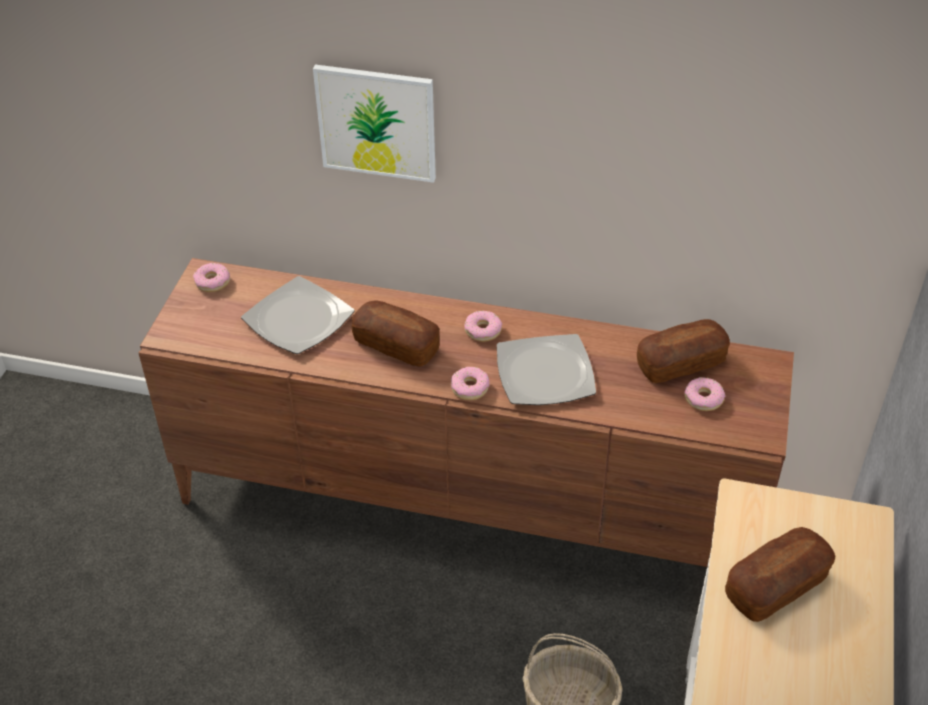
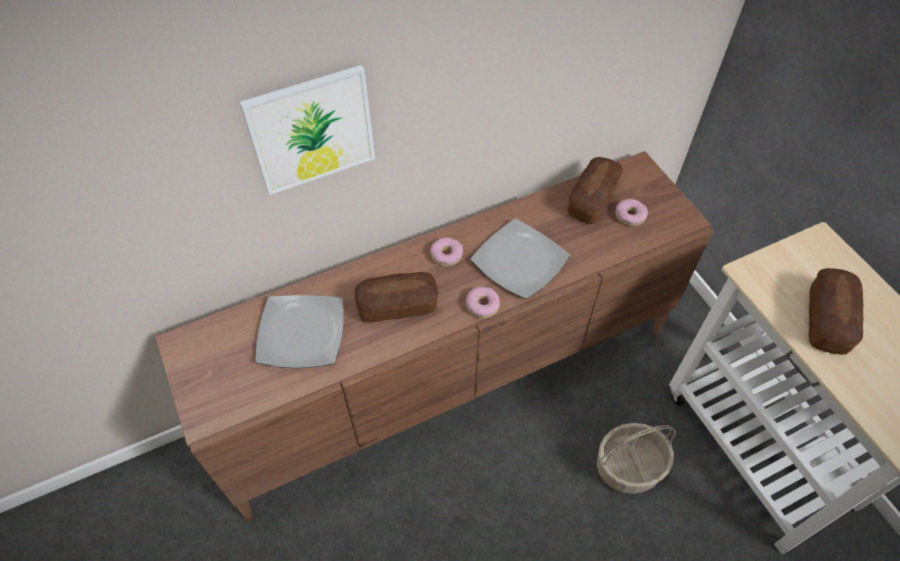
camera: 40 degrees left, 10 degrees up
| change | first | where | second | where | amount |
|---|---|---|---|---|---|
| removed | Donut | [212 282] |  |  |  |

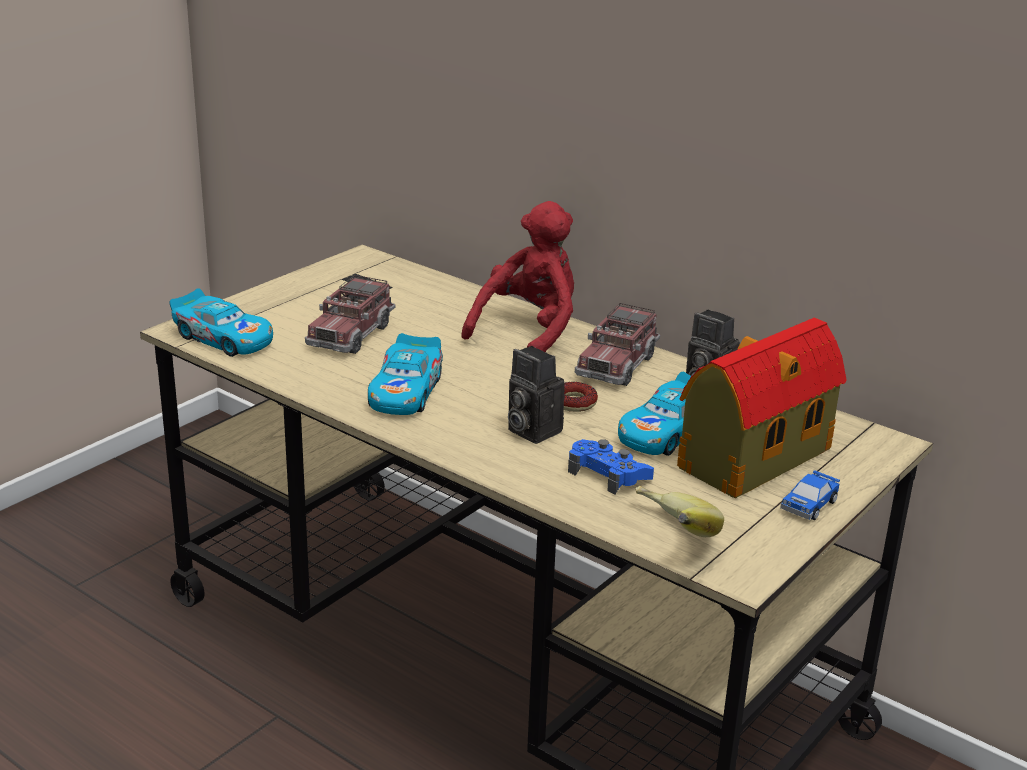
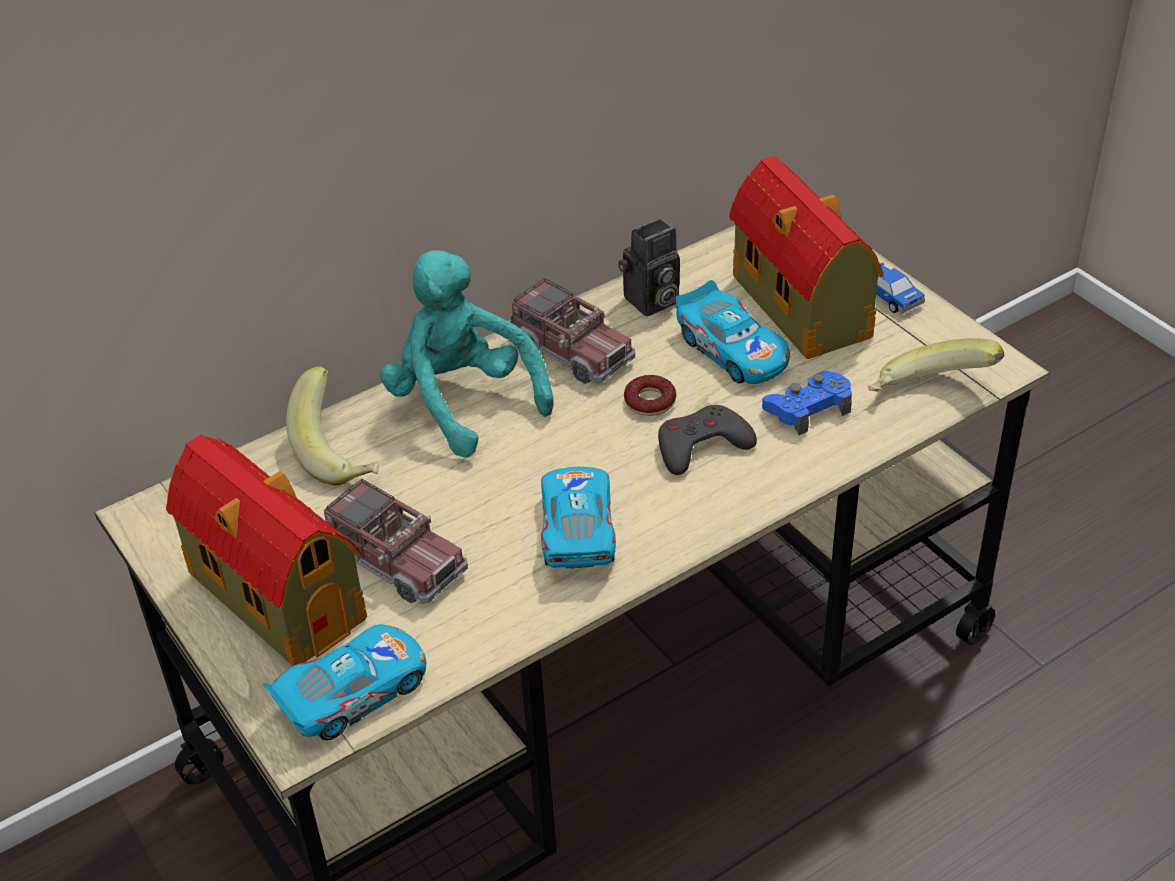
camera: 70 degrees left, 15 degrees up
| change | first | where | second | where | amount |
|---|---|---|---|---|---|
| turned | Spielzeugauto | [406 392] |  | [577 531] | 120 degrees counterclockwise |
| recoloured | Plüschtier (rot) | [529 333] | Plüschtier (türkis) | [463 402] |  |
| replaced | Kamera | [530 430] | Gamepad (grau) | [701 446] |  |
| added |  |  | Spielzeughaus | [274 593] |  |
| added |  |  | Banane | [341 453] |  |

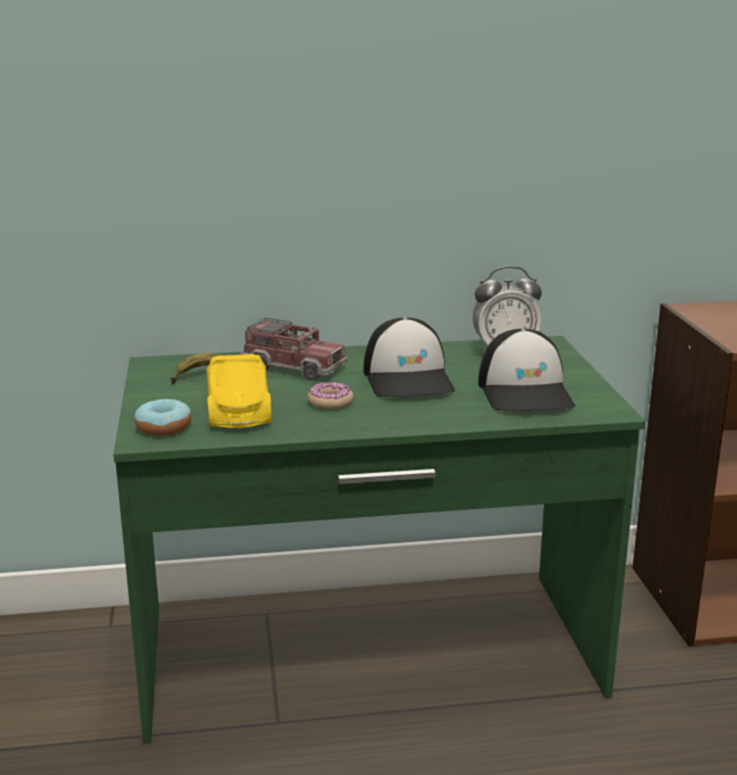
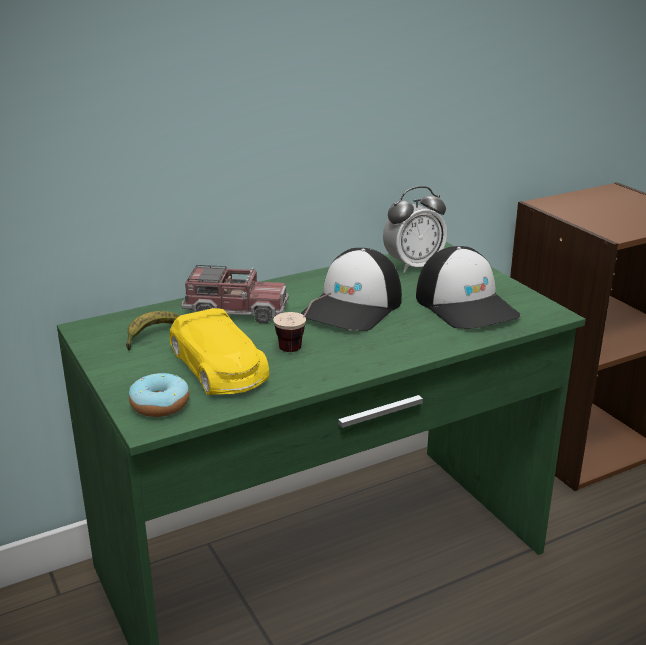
camera: 20 degrees left, 5 degrees up
| change | first | where | second | where | amount |
|---|---|---|---|---|---|
| replaced | Donut | [330 402] | Tasse | [303 345] |  |
| turned | Kappe | [409 379] |  | [354 307] | 60 degrees clockwise |

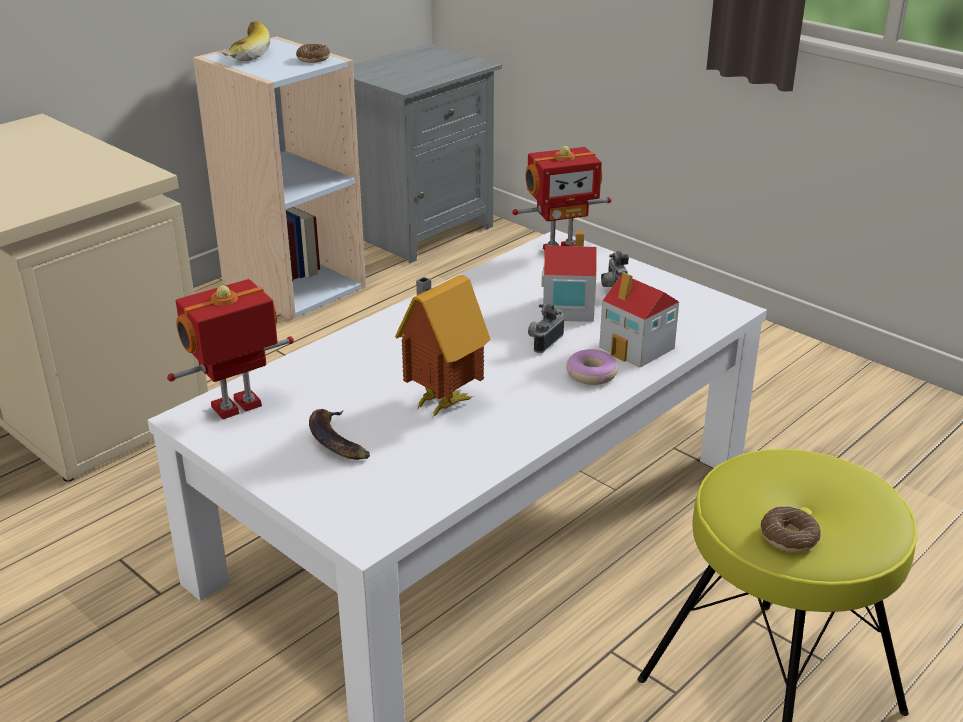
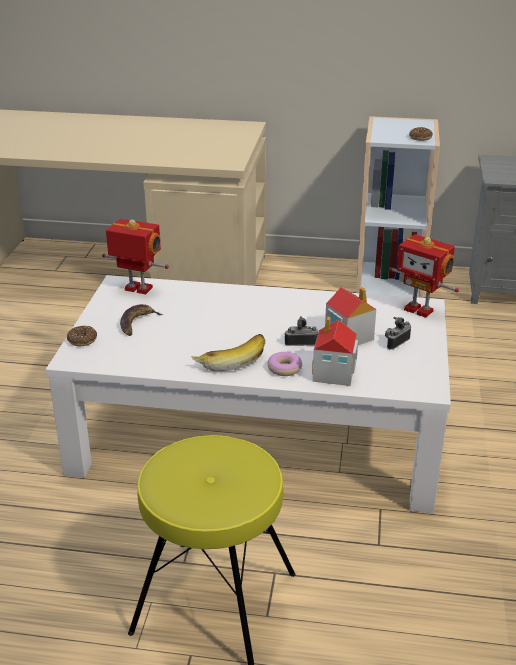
camera: 55 degrees right, 0 degrees up
| change | first | where | second | where | amount |
|---|---|---|---|---|---|
| moved | Banane | [244 54] |  | [230 360] |  |
| removed | Spielzeughaus | [440 402] |  |  |  |
| moved | Donut | [788 537] |  | [82 340] |  |

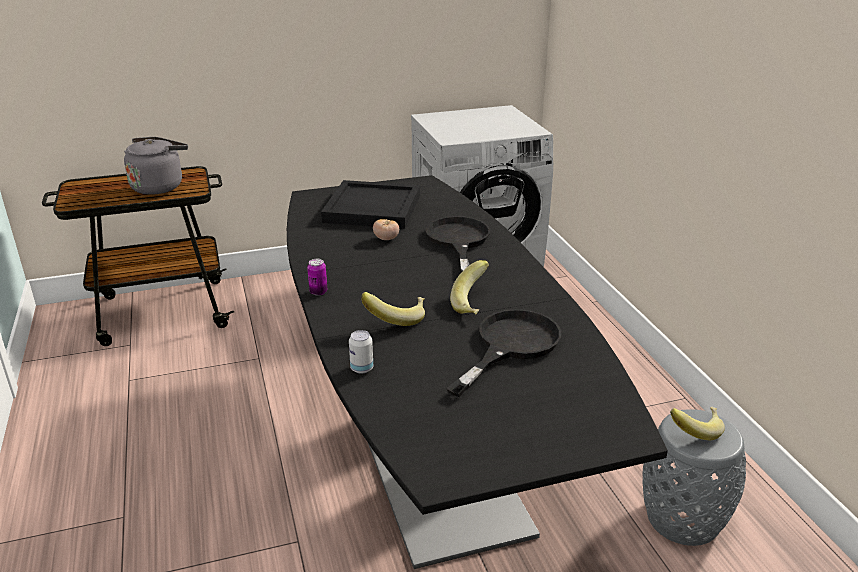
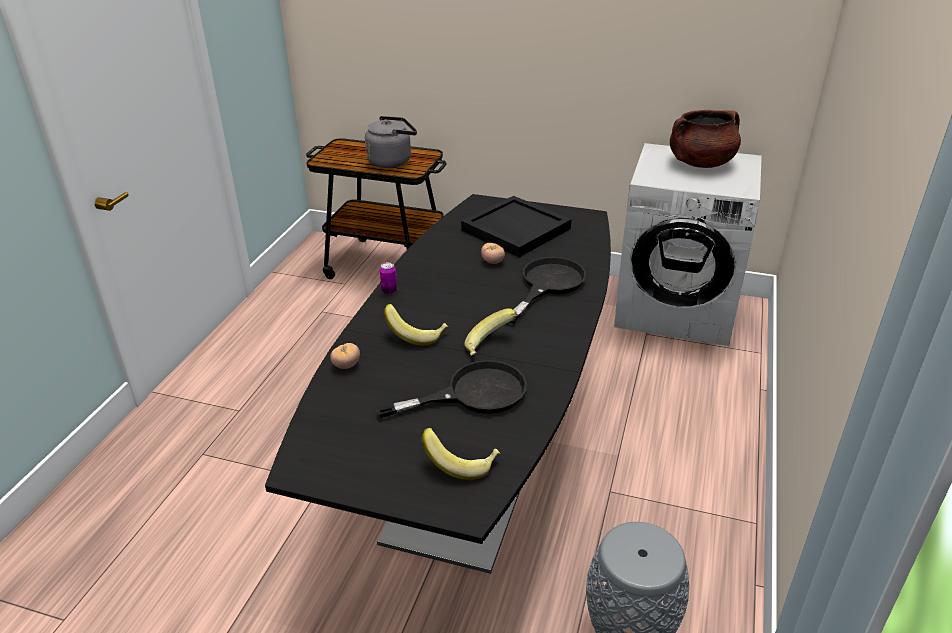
camera: 35 degrees right, 5 degrees up
| change | first | where | second | where | amount |
|---|---|---|---|---|---|
| replaced | Dose | [362 368] | Tomate | [346 365] |  |
| moved | Banane | [694 430] |  | [462 463] |  |
| added |  |  | Kochtopf (braun) | [700 163] |  |

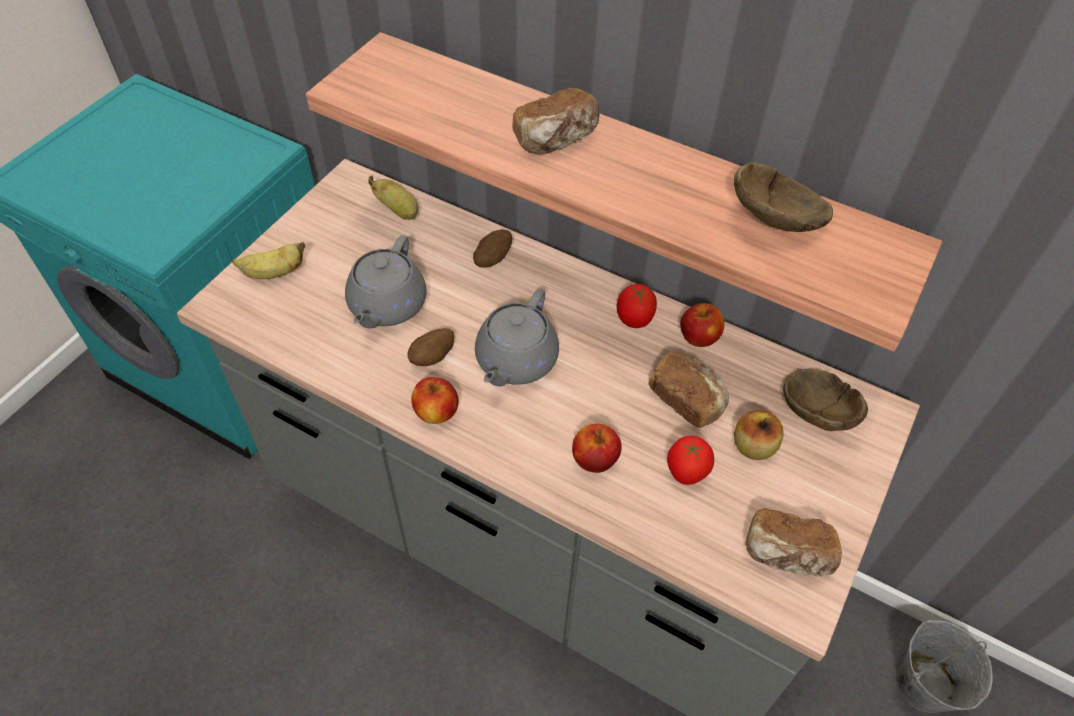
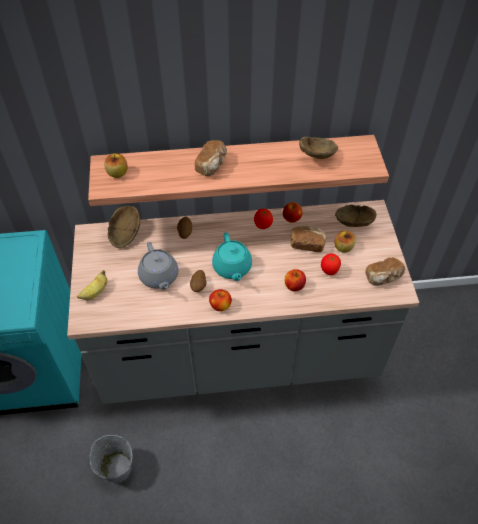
camera: 35 degrees left, 0 degrees up
| change | first | where | second | where | amount |
|---|---|---|---|---|---|
| replaced | Banane | [398 210] | Schüssel (braun) | [124 234] |  |
| recoloured | Teekanne (grau) | [515 361] | Teekanne (türkis) | [232 268] |  |
| moved | Eimer (grau) | [923 684] |  | [116 467] |  |
| added |  |  | Apfel | [117 173] |  |

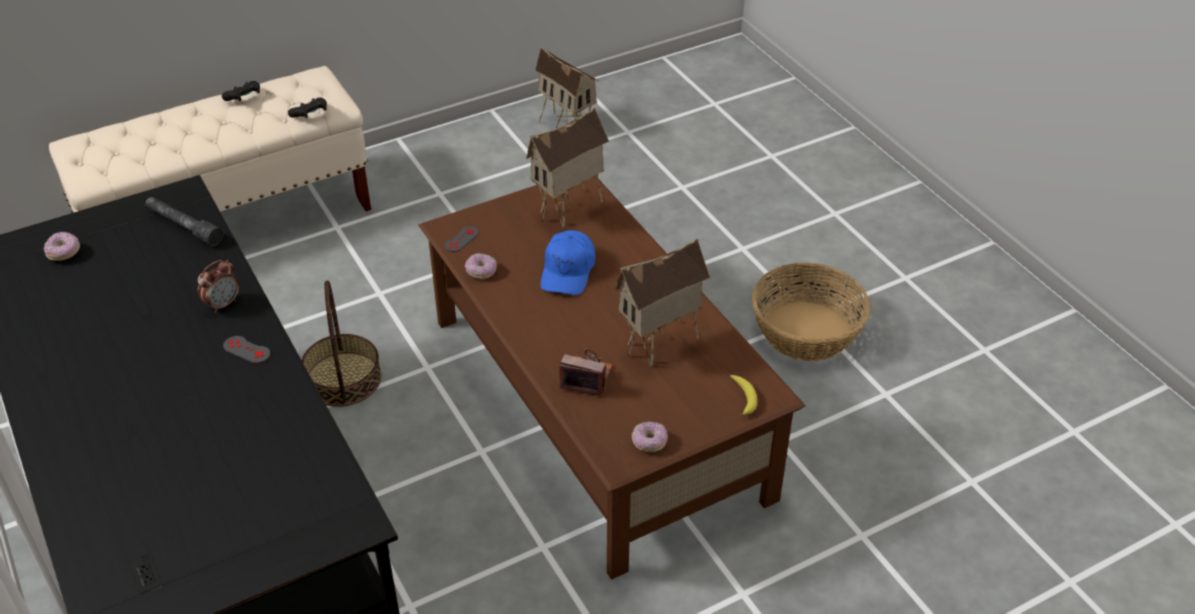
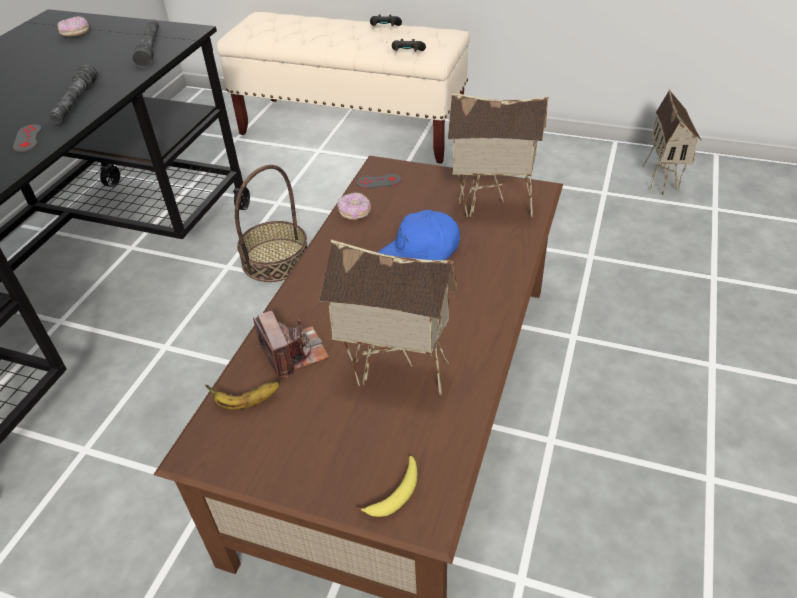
camera: 50 degrees right, 0 degrees up
| change | first | where | second | where | amount |
|---|---|---|---|---|---|
| replaced | Wecker | [223 304] | Taschenlampe (grau) | [75 103] |  |
| removed | Donut | [649 442] |  |  |  |
| removed | Korb | [807 331] |  |  |  |
| added |  |  | Banane | [246 402] |  |

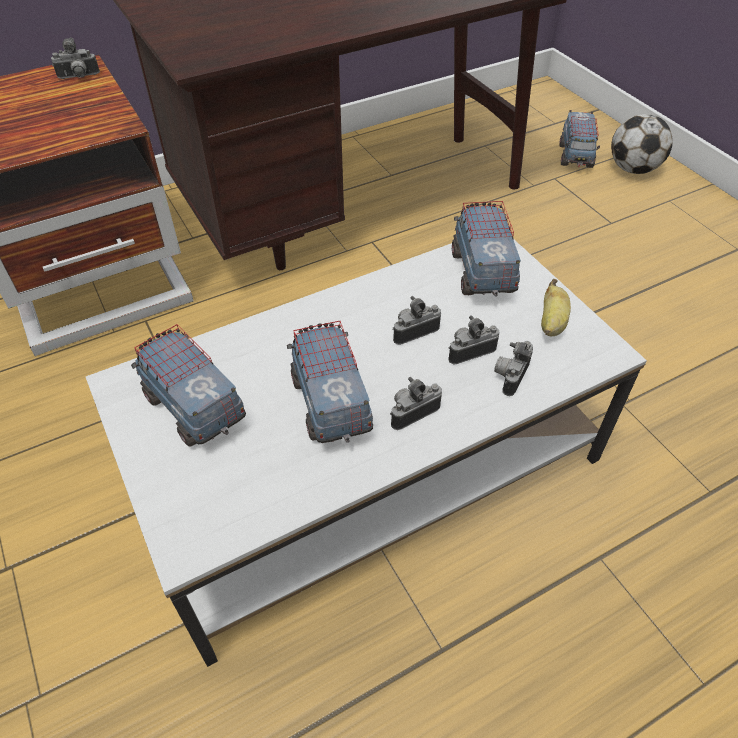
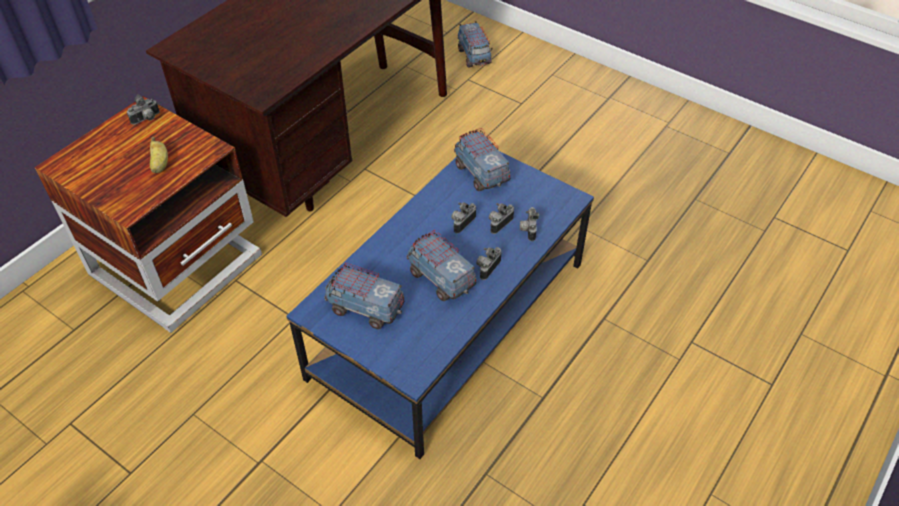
camera: 25 degrees left, 0 degrees up
| change | first | where | second | where | amount |
|---|---|---|---|---|---|
| recoloured | Couchtisch (weiß) | [369 469] | Couchtisch (blau) | [450 320] |  |
| moved | Banane | [551 323] |  | [160 165] |  |
| removed | Fußball | [633 169] |  |  |  |

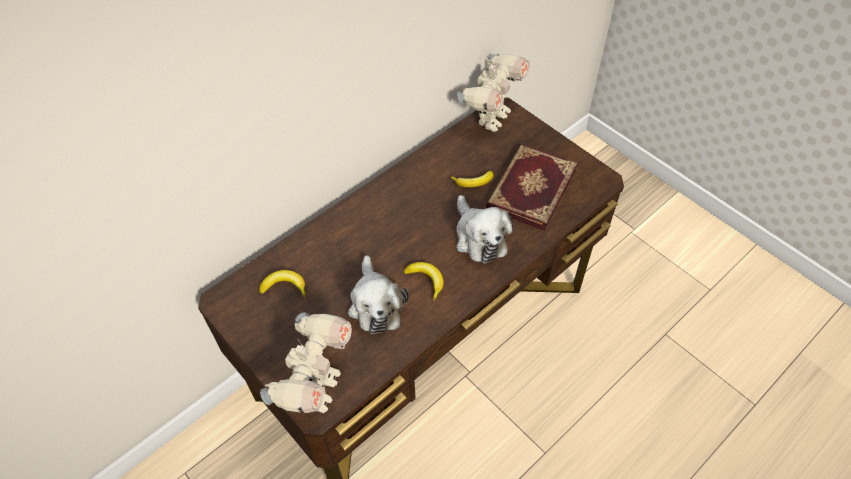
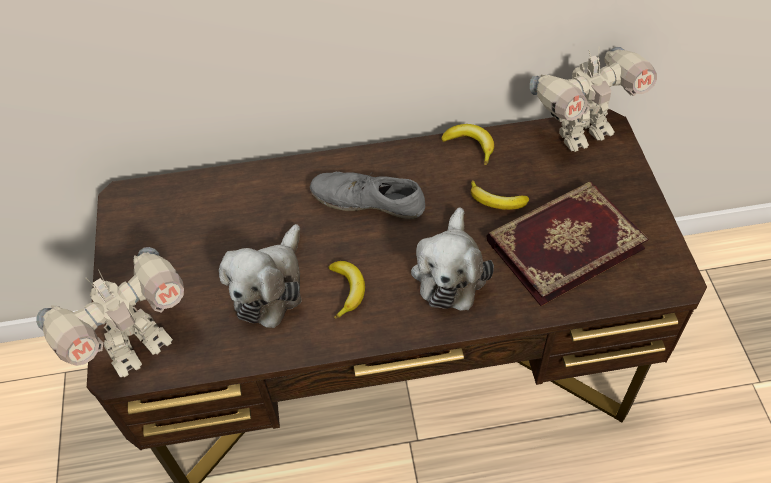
camera: 35 degrees right, 0 degrees up
| change | first | where | second | where | amount |
|---|---|---|---|---|---|
| moved | Banane | [285 286] |  | [470 145] |  |
| added |  |  | Schuh (grau) | [368 200] |  |

